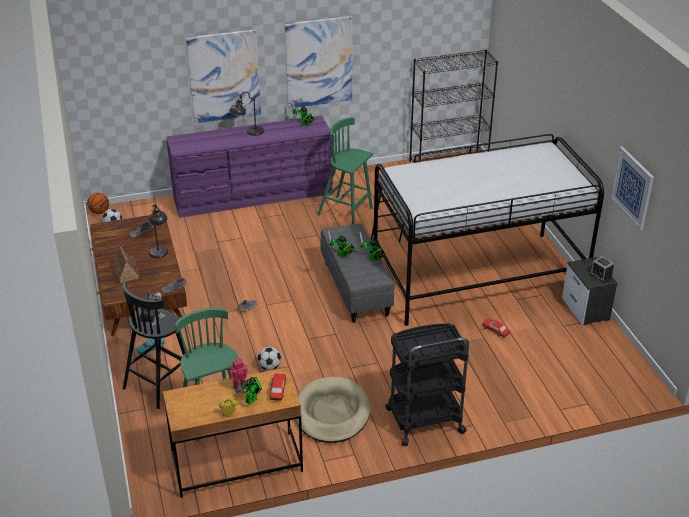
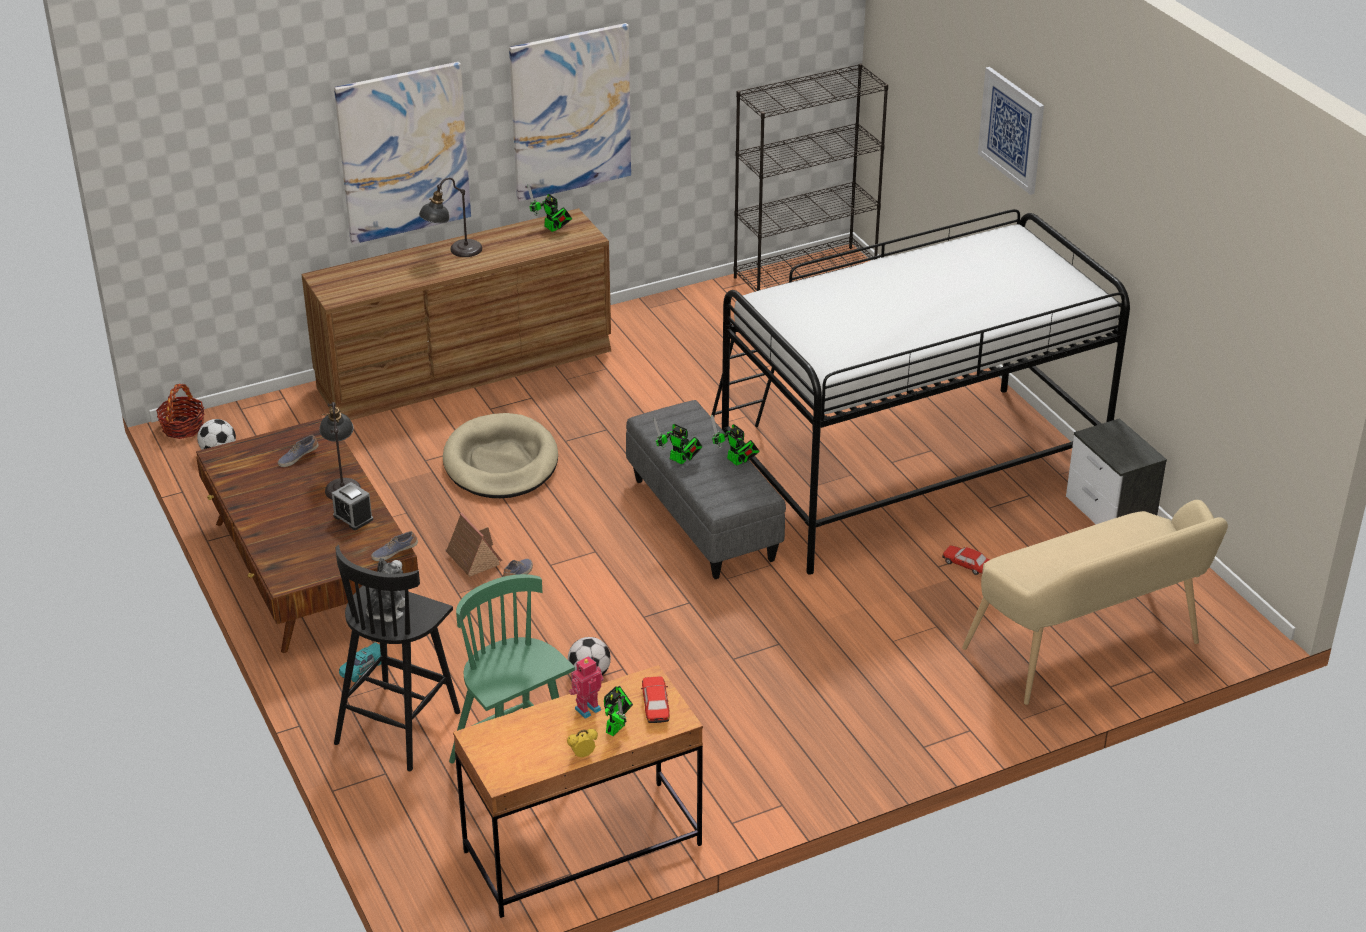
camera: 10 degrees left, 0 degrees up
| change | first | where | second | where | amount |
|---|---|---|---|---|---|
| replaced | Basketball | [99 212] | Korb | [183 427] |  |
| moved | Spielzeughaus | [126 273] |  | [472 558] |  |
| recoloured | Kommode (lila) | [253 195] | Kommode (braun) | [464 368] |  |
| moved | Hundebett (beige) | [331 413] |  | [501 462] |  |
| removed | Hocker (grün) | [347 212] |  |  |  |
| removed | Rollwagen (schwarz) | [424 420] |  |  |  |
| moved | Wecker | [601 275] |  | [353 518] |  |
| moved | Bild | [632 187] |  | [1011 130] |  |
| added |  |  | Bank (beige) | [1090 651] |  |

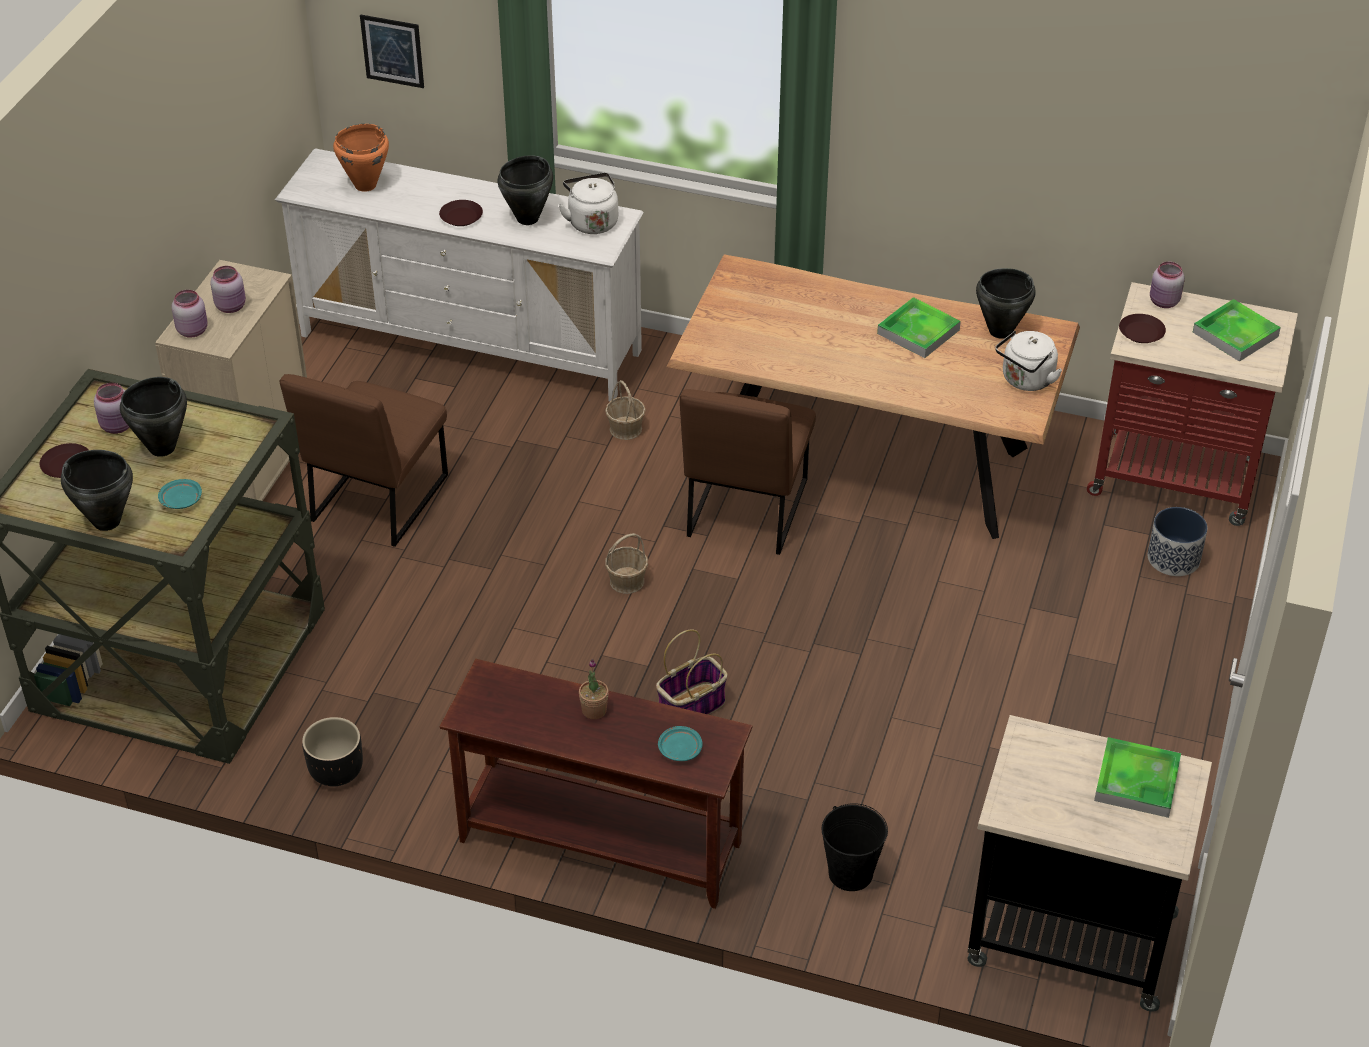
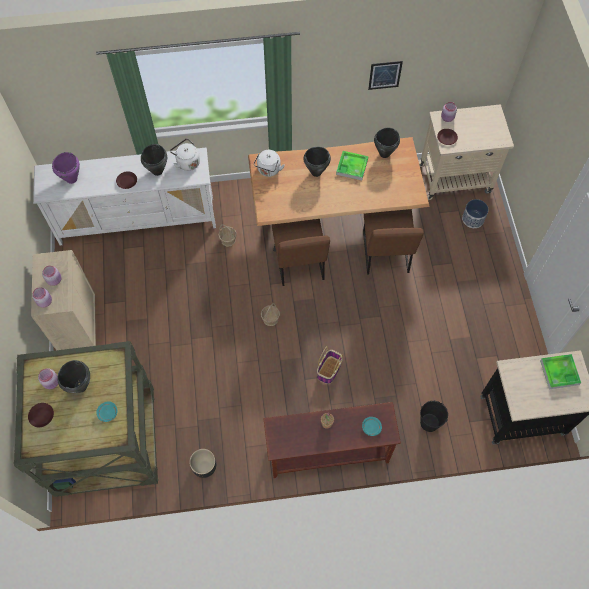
camera: 25 degrees left, 20 degrees up
| change | first | where | second | where | amount |
|---|---|---|---|---|---|
| moved | Kochtopf (schwarz) | [106 521] |  | [316 172] |  |
| moved | Stuhl (braun) | [376 500] |  | [385 253] |  |
| recoloured | Kochtopf (orange) | [365 185] | Kochtopf (lila) | [71 179] |  |
| moved | Bild | [392 51] |  | [385 75] |  |
| moved | Wasserkessel (weiß) | [1025 381] |  | [268 170] |  |
| recoloured | Rollwagen (rot) | [1175 478] | Rollwagen (beige) | [454 178] |  |
| removed | Tablett | [1235 334] |  |  |  |

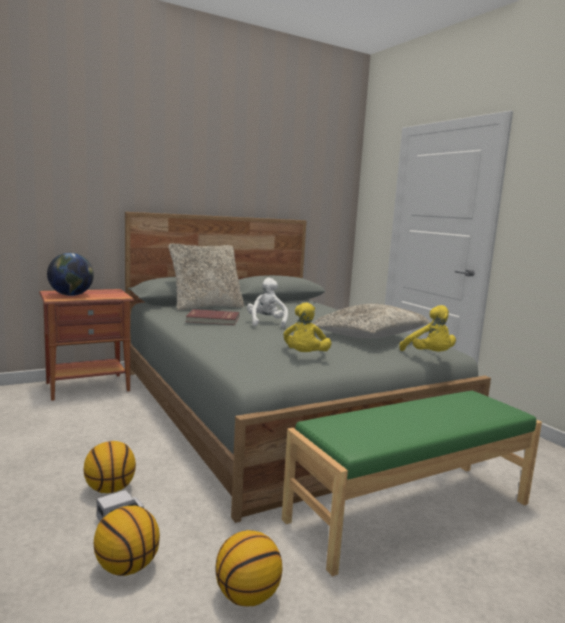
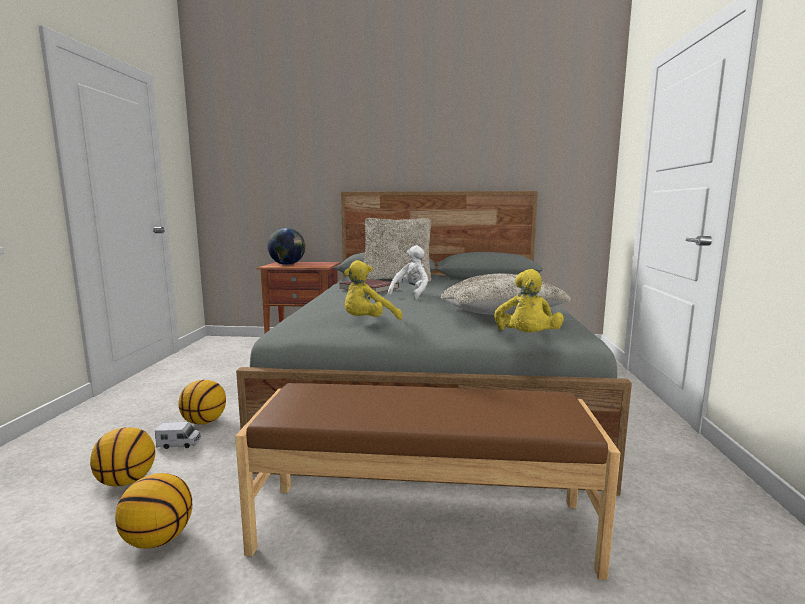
camera: 35 degrees right, 0 degrees up
| change | first | where | second | where | amount |
|---|---|---|---|---|---|
| recoloured | Bank (grün) | [409 510] | Bank (braun) | [422 525] |  |

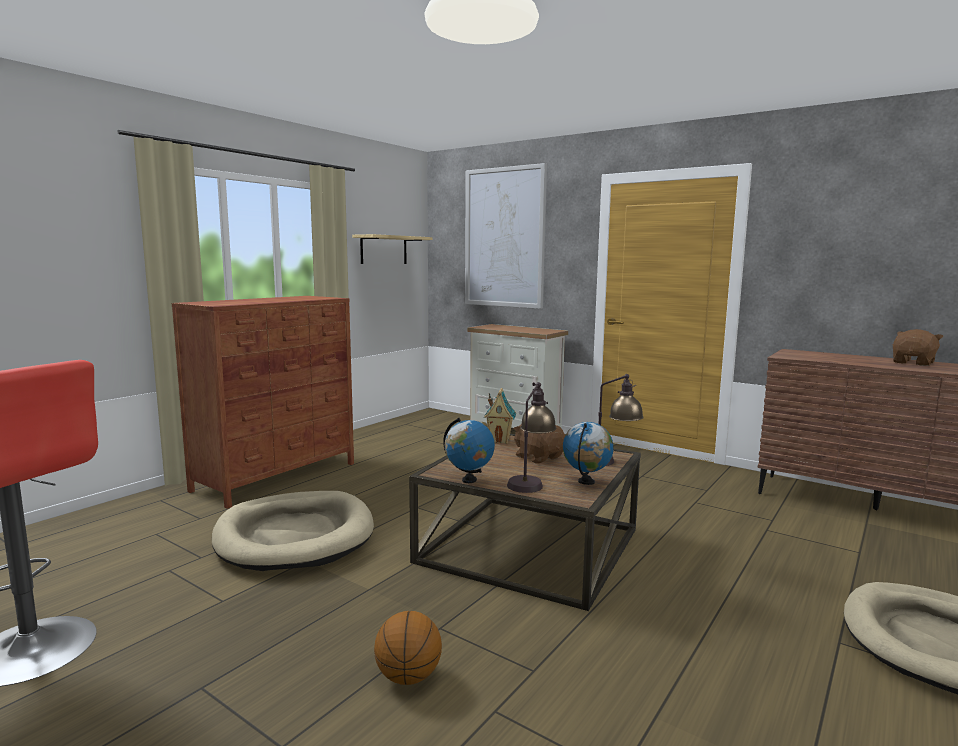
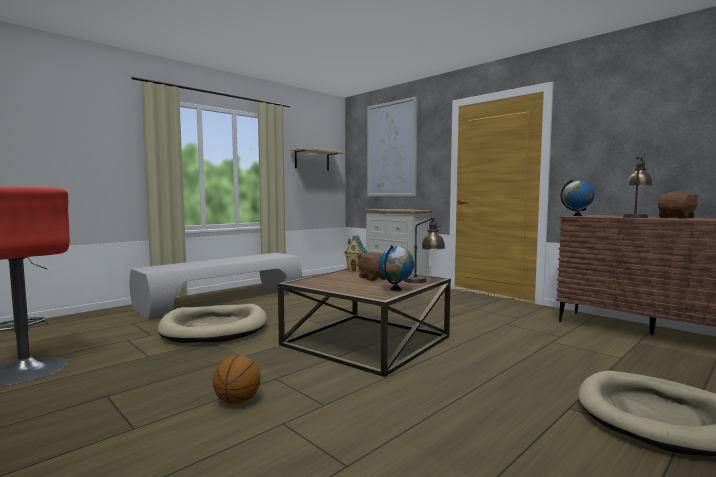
camera: 10 degrees right, 5 degrees down
| change | first | where | second | where | amount |
|---|---|---|---|---|---|
| replaced | Kommode (braun) | [276 476] | Bank (grau) | [223 299] |  |
| moved | Globus | [469 480] |  | [577 215] |  |
| moved | Tischlampe | [530 481] |  | [636 217] |  |

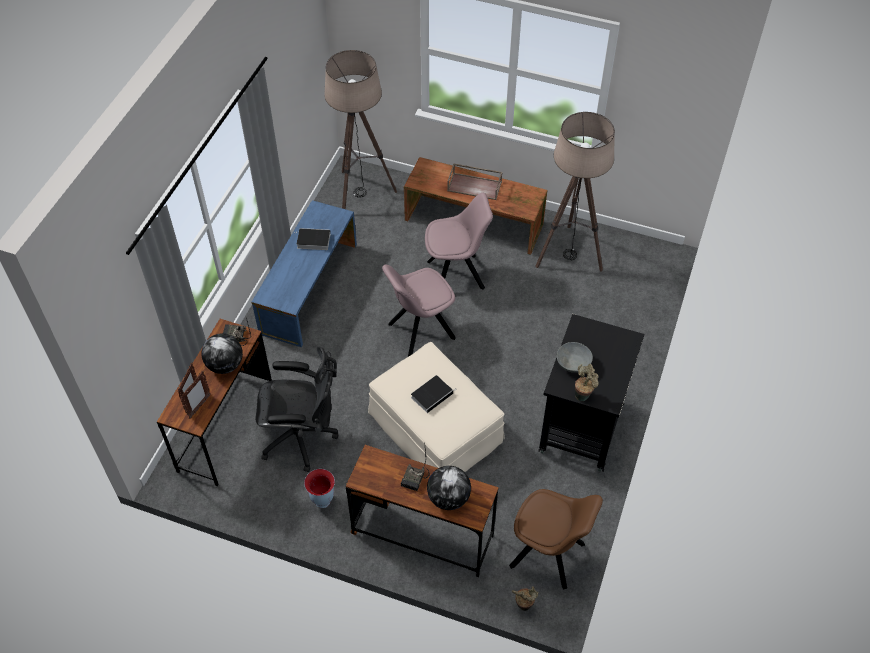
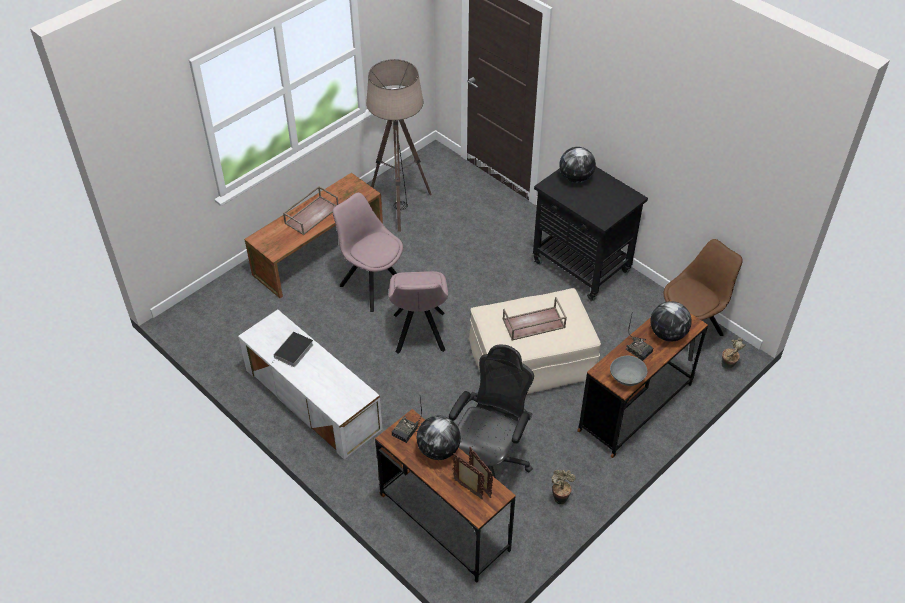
camera: 65 degrees left, 5 degrees down
| change | first | where | second | where | amount |
|---|---|---|---|---|---|
| recoloured | Bank (blau) | [308 287] | Bank (weiß) | [311 399] |  |
| removed | Vase | [322 501] |  |  |  |
| removed | Stehlampe | [361 193] |  |  |  |
| replaced | Buch | [432 394] | Tablett (braun) | [533 324] |  |
| turned | Stuhl (rosa) | [456 275] |  | [372 286] | 60 degrees counterclockwise |
| moved | Schüssel (grau) | [573 364] |  | [627 377] |  |
| moved | Topfpflanze | [583 395] |  | [560 497] |  |
| added |  |  | Globus | [576 178] |  |

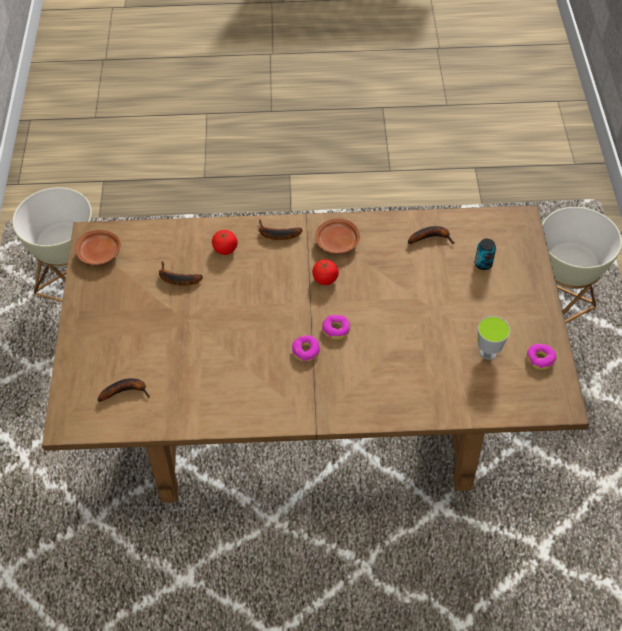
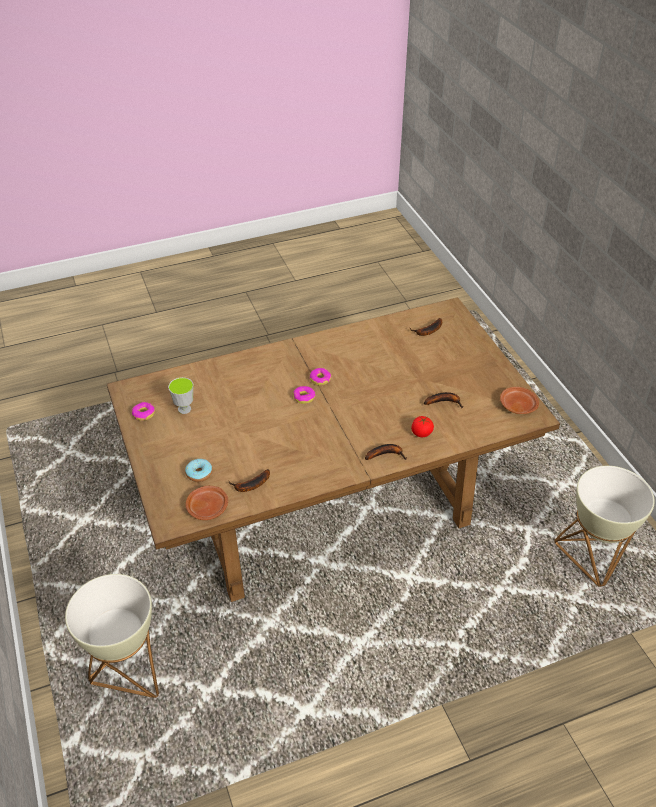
camera: 160 degrees right, 10 degrees down
| change | first | where | second | where | amount |
|---|---|---|---|---|---|
| removed | Tomate | [325 278] |  |  |  |
| moved | Teller (braun) | [337 242] |  | [207 507] |  |
| replaced | Dose | [483 264] | Donut | [199 474] |  |

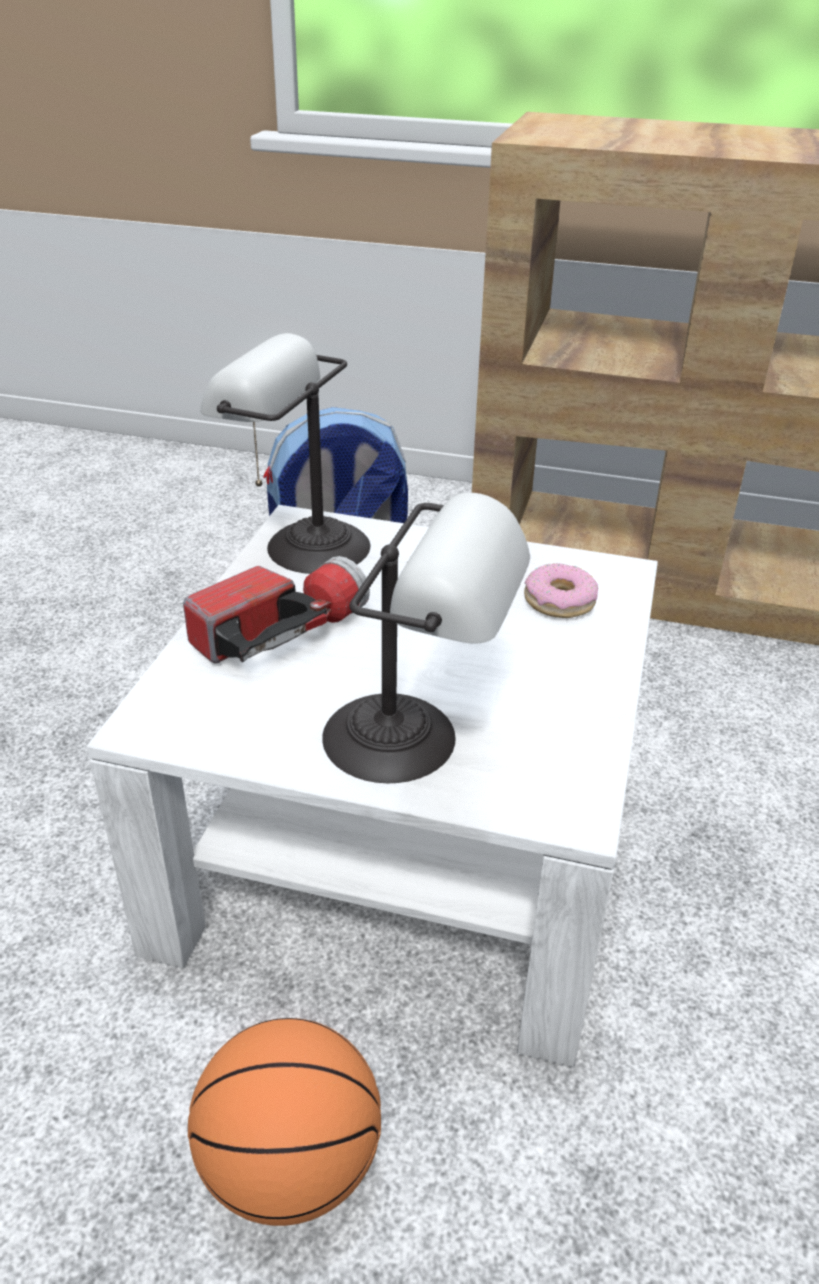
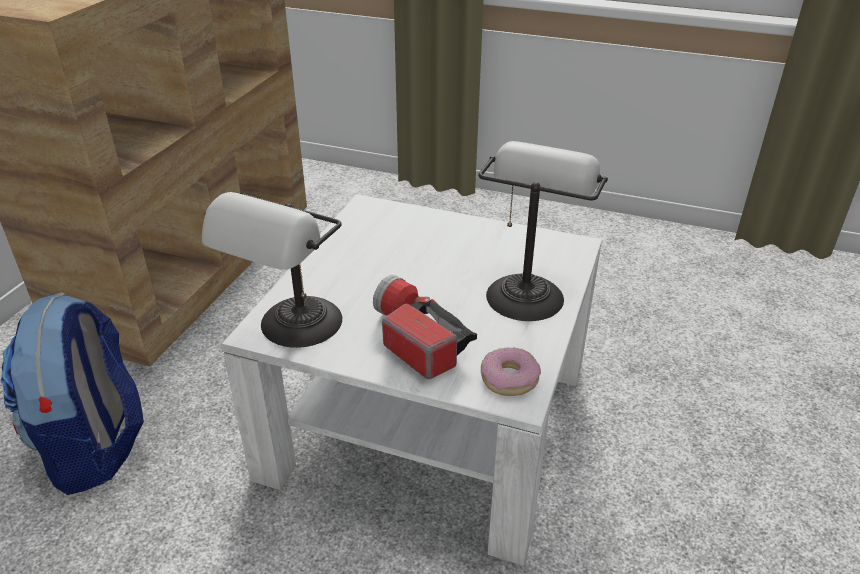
camera: 85 degrees left, 0 degrees up
| change | first | where | second | where | amount |
|---|---|---|---|---|---|
| removed | Basketball | [290 1165] |  |  |  |
| moved | Donut | [559 601] |  | [509 379] |  |

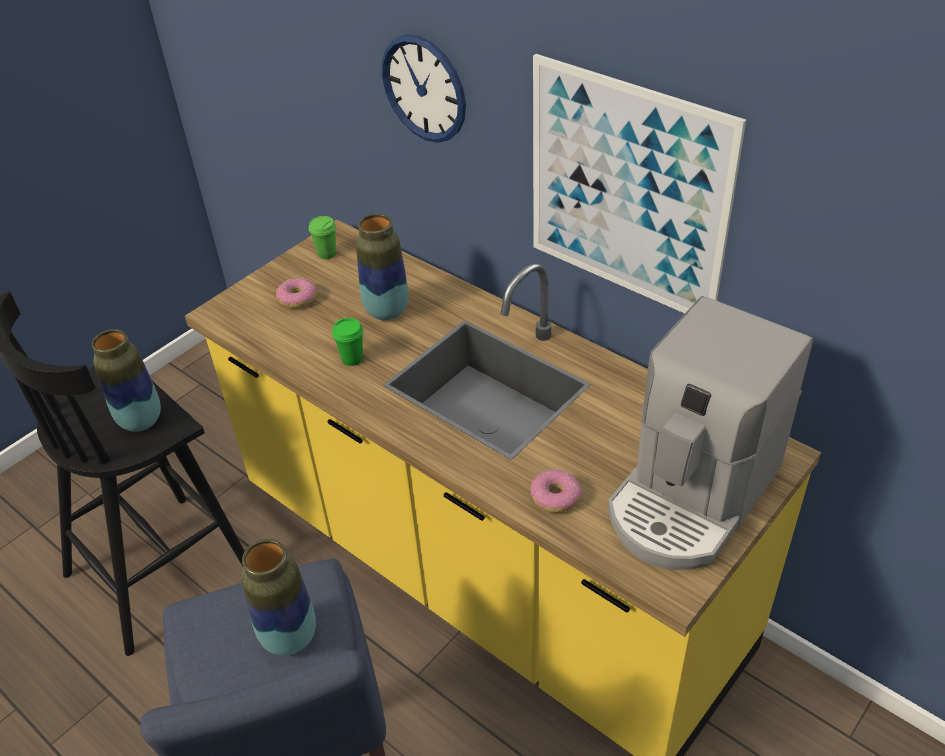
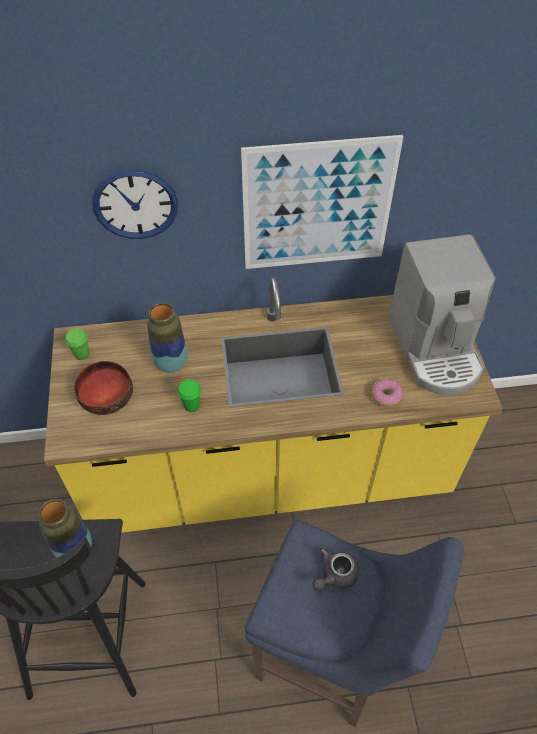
camera: 50 degrees left, 10 degrees up
| change | first | where | second | where | amount |
|---|---|---|---|---|---|
| replaced | Vase | [289 637] | Teekanne (grau) | [334 575] |  |
| replaced | Donut | [297 299] | Schüssel | [105 395] |  |

